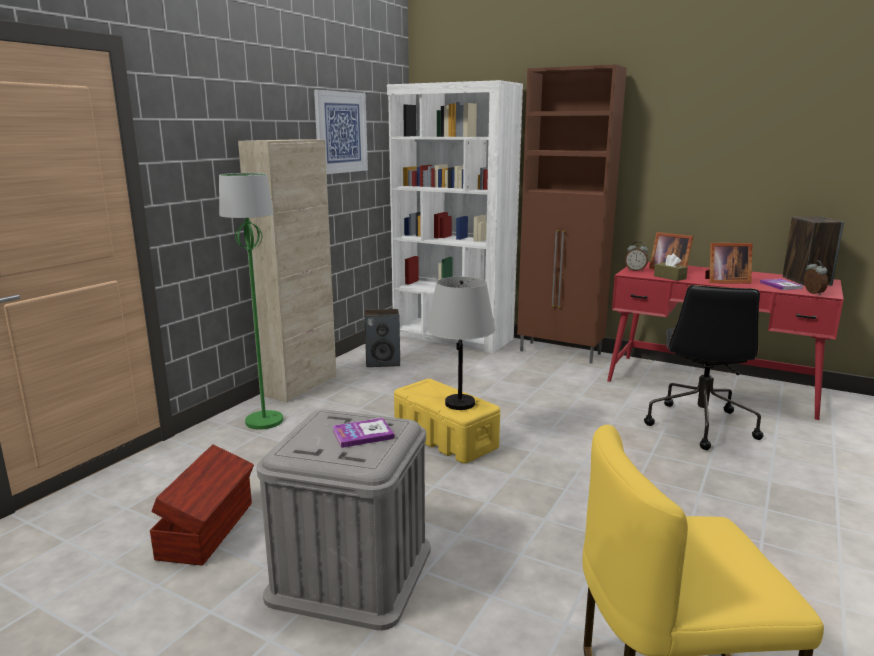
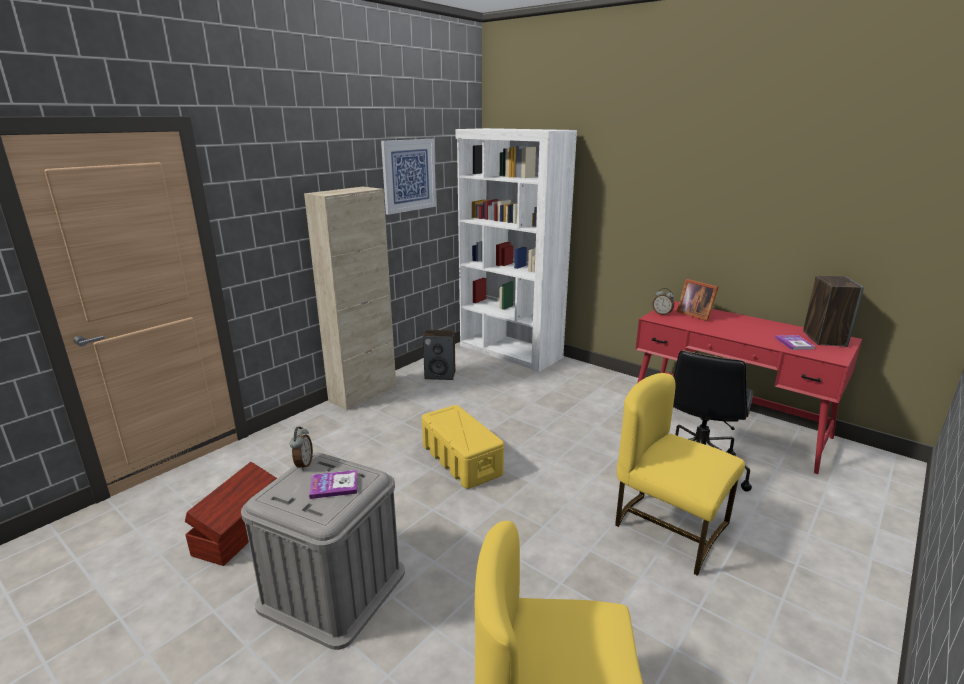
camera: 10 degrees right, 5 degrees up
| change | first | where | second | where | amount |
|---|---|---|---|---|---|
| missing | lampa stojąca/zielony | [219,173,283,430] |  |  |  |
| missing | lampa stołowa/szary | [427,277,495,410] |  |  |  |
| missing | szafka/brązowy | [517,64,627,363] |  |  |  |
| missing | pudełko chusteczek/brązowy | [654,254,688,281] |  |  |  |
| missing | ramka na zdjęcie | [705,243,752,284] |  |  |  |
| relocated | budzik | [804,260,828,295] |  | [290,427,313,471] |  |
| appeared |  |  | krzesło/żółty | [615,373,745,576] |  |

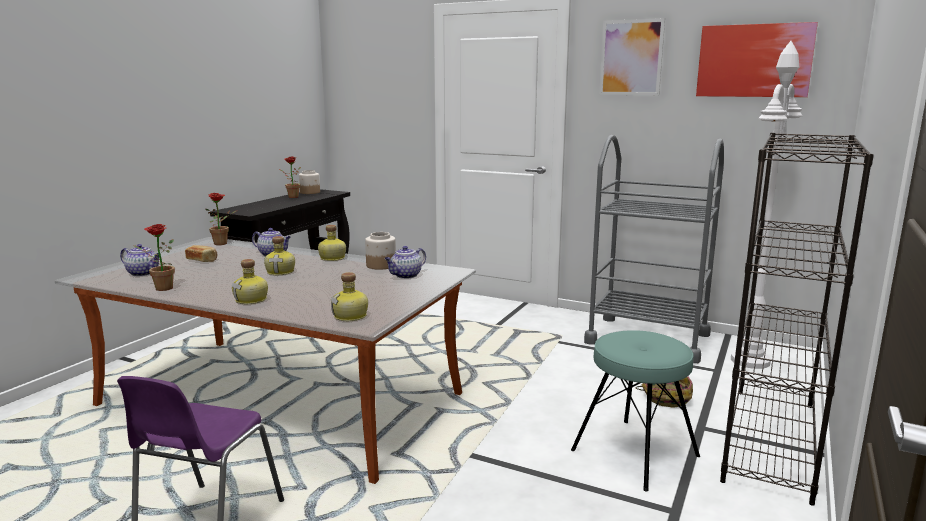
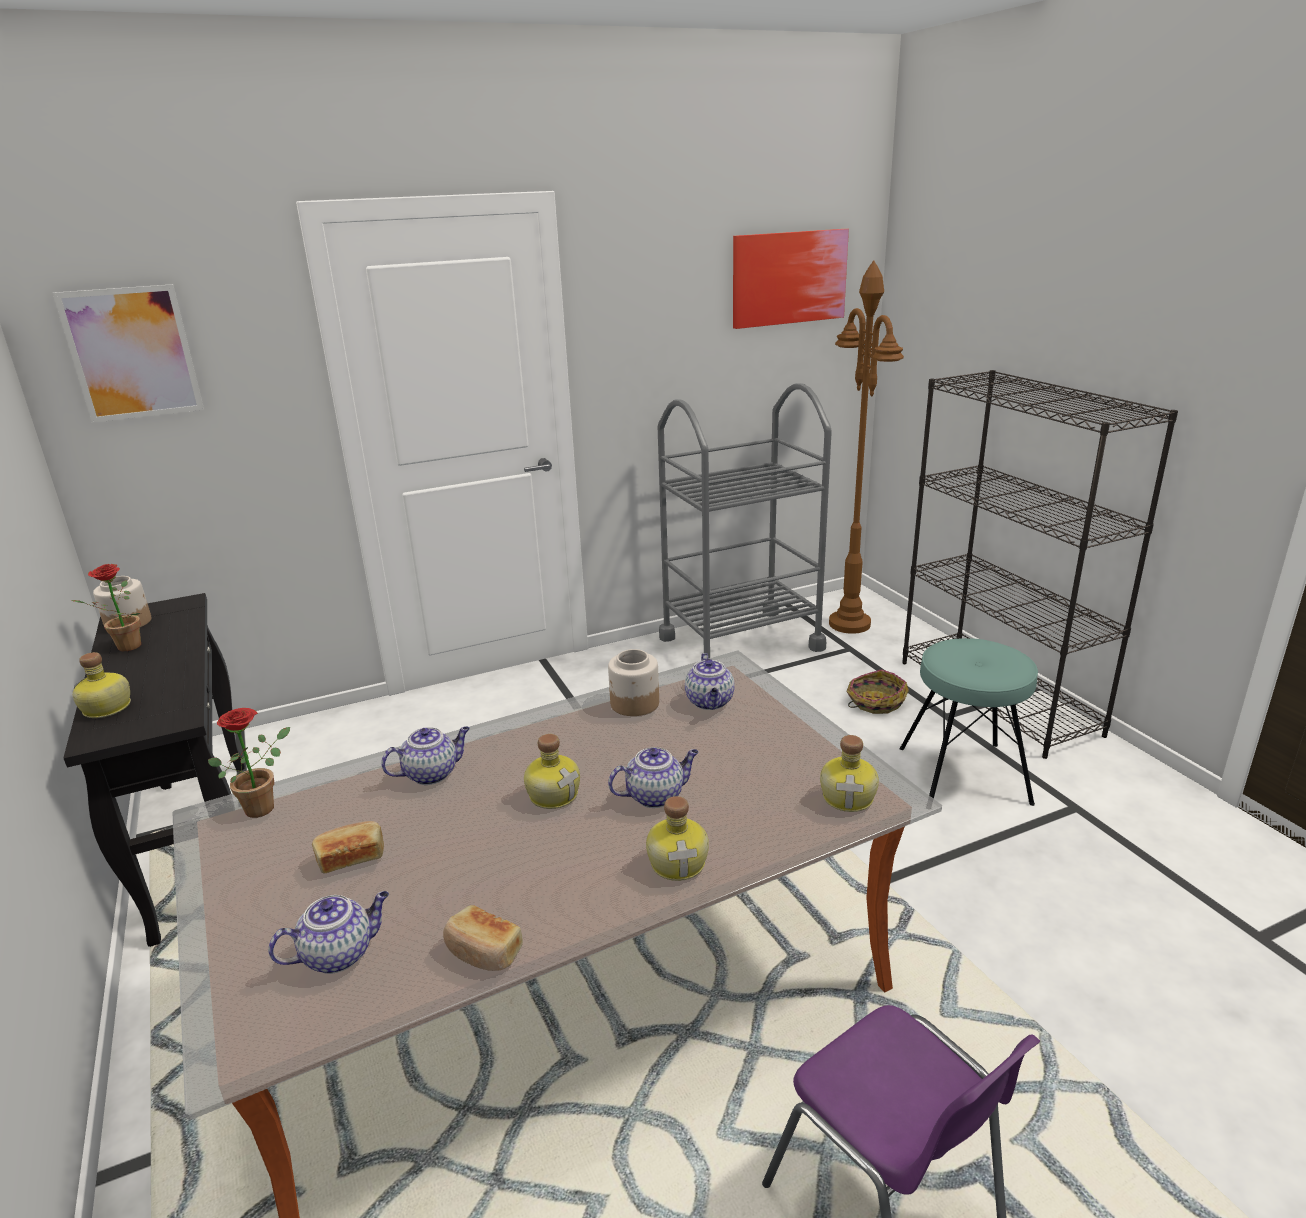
camera: 50 degrees left, 10 degrees up
| change | first | where | second | where | amount |
|---|---|---|---|---|---|
| exchanged | roślina doniczkowa | [133,224,175,291] | chleb | [443,905,523,971] |  |
| relocated | butelka | [318,225,346,261] |  | [73,652,131,718] |  |
| relocated | obraz | [599,18,665,95] |  | [53,284,204,423] |  |
| colour | lampa stojąca/biały | [731,41,803,369] | lampa stojąca/brązowy | [829,260,904,634] |  |
| appeared |  |  | imbryk | [608,747,699,808] |  |

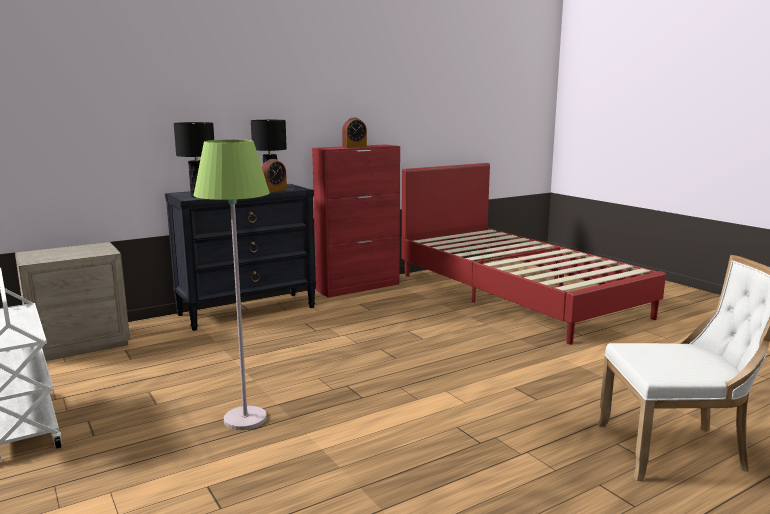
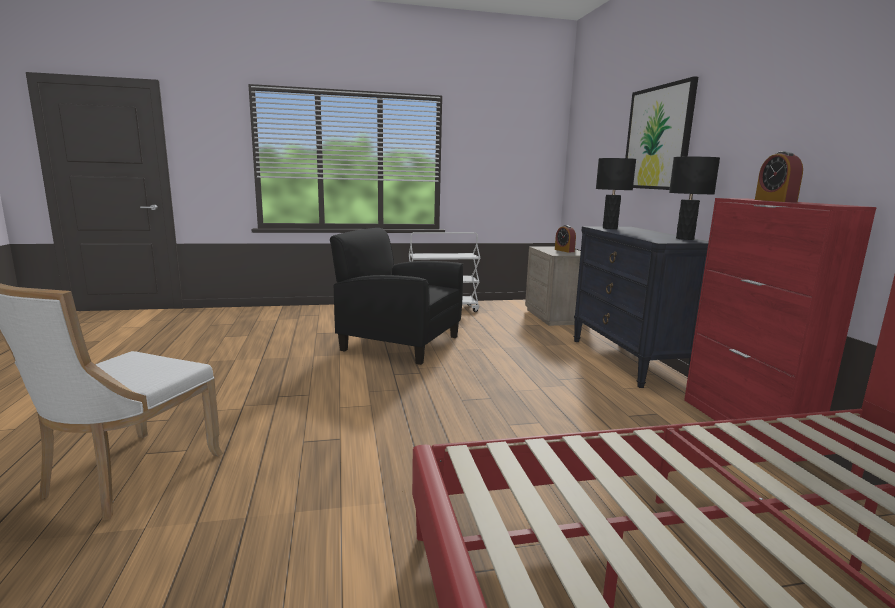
camera: 110 degrees right, 0 degrees up
| change | first | where | second | where | amount |
|---|---|---|---|---|---|
| exchanged | lampa stojąca/zielony | [193,139,270,430] | fotel/czarny | [330,228,463,365] |  |
| relocated | budzik | [262,159,287,192] |  | [555,225,576,253] |  |
| appeared |  |  | obraz | [625,76,698,190] |  |

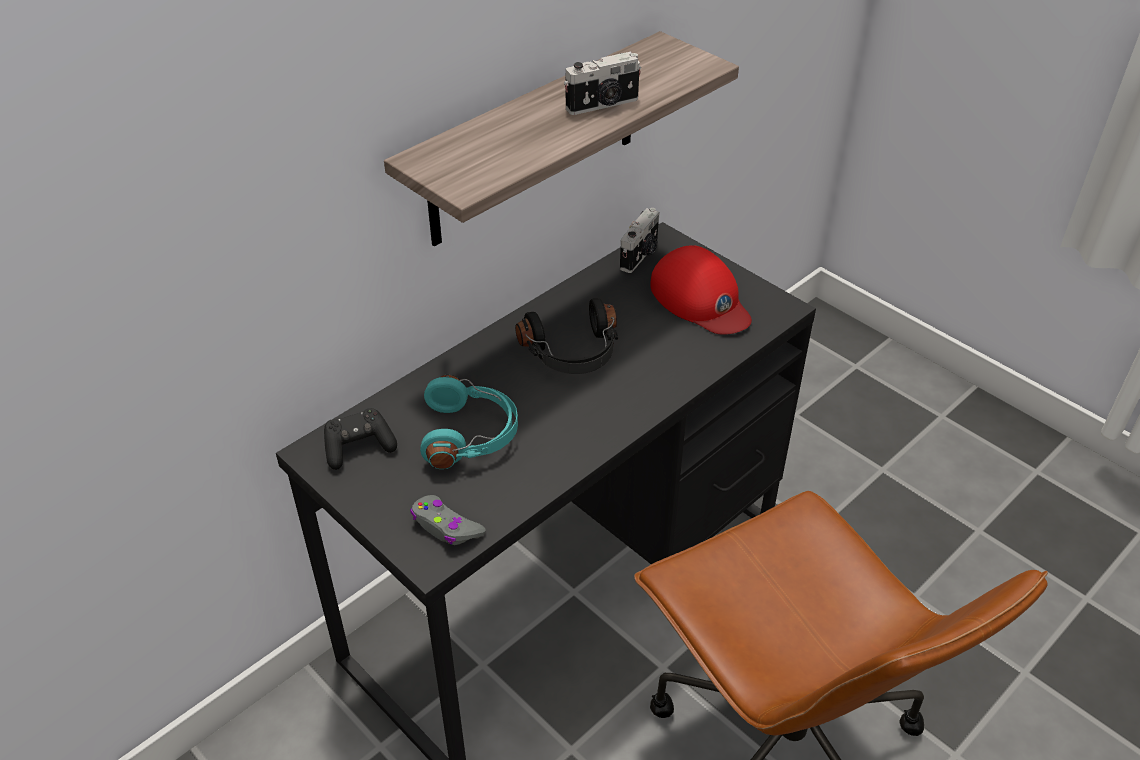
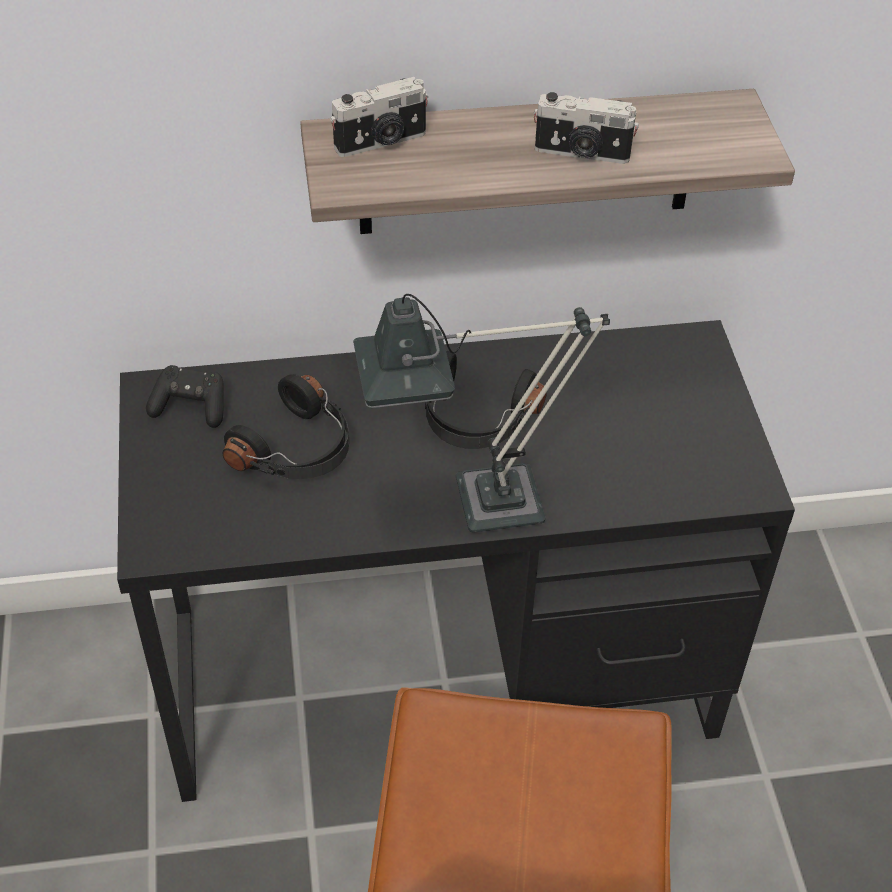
camera: 35 degrees right, 5 degrees up
| change | first | where | second | where | amount |
|---|---|---|---|---|---|
| missing | pad do gier/szary | [410,495,486,545] |  |  |  |
| colour | słuchawki/turkusowy | [420,375,518,469] | słuchawki/czarny | [223,374,349,479] |  |
| relocated | aparat fotograficzny | [620,208,660,273] |  | [330,77,428,157] |  |
| missing | czapka z daszkiem/czerwony | [650,245,752,335] |  |  |  |
| appeared |  |  | lampa stołowa | [353,294,610,533] |  |

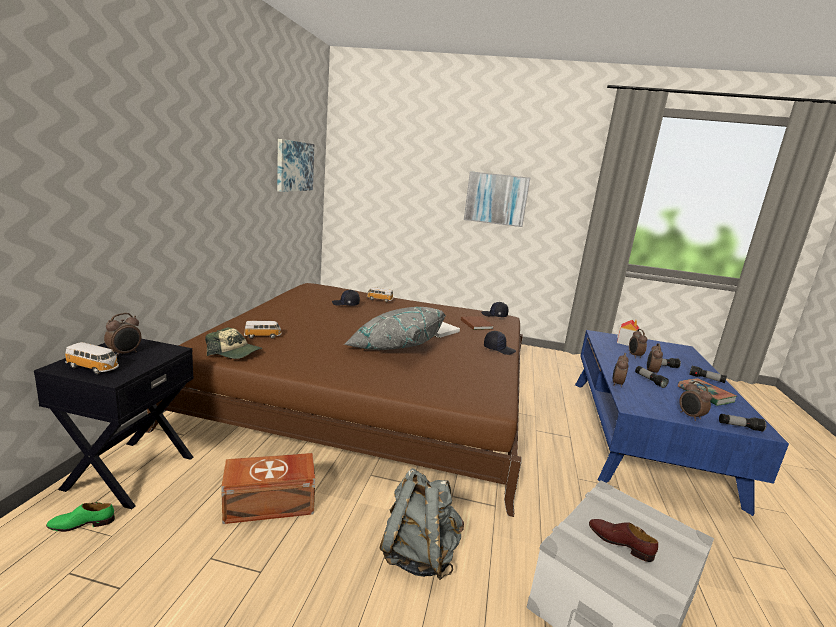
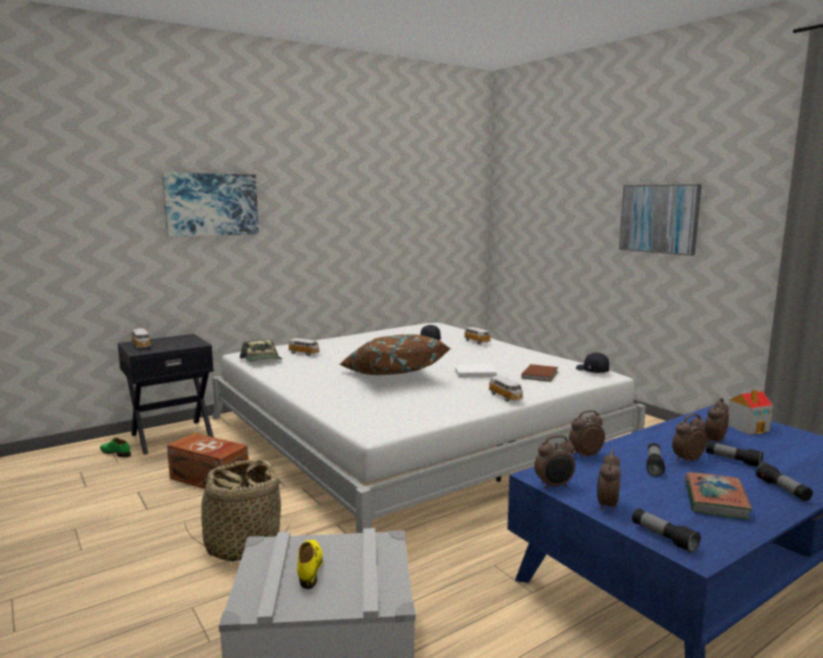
camera: 45 degrees right, 5 degrees down
| change | first | where | second | where | amount |
|---|---|---|---|---|---|
| relocated | budzik | [104,313,141,357] |  | [534,435,575,489] |  |
| colour | łóżko/brązowy | [146,283,523,517] | łóżko/biały | [212,323,646,533] |  |
| relocated | obraz | [277,139,314,192] |  | [162,173,259,237] |  |
| colour | poduszka/szary | [344,307,446,350] | poduszka/brązowy | [339,334,451,375] |  |
| exchanged | plecak/szary | [380,468,464,580] | koszyk | [184,460,290,562] |  |
| exchanged | czapka z daszkiem/czarny | [484,331,516,355] | samochodzik | [489,376,523,402] |  |
| colour | but/brązowy | [589,519,658,562] | but/żółty | [297,540,323,589] |  |

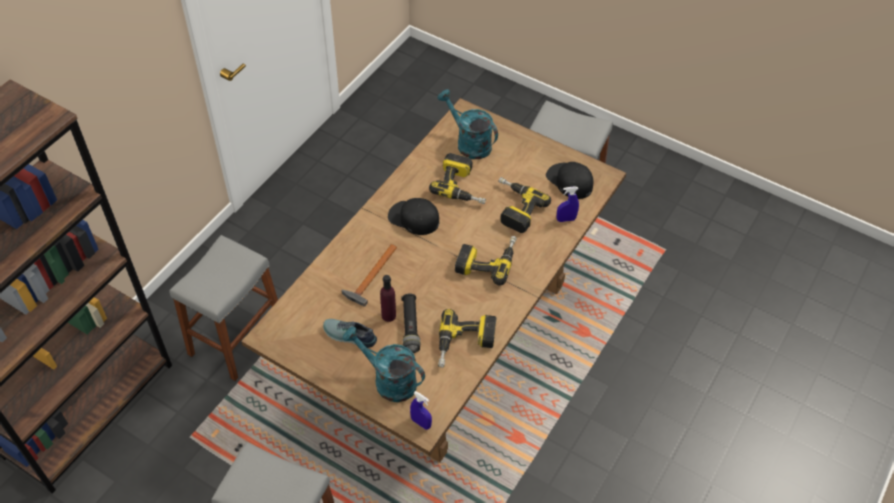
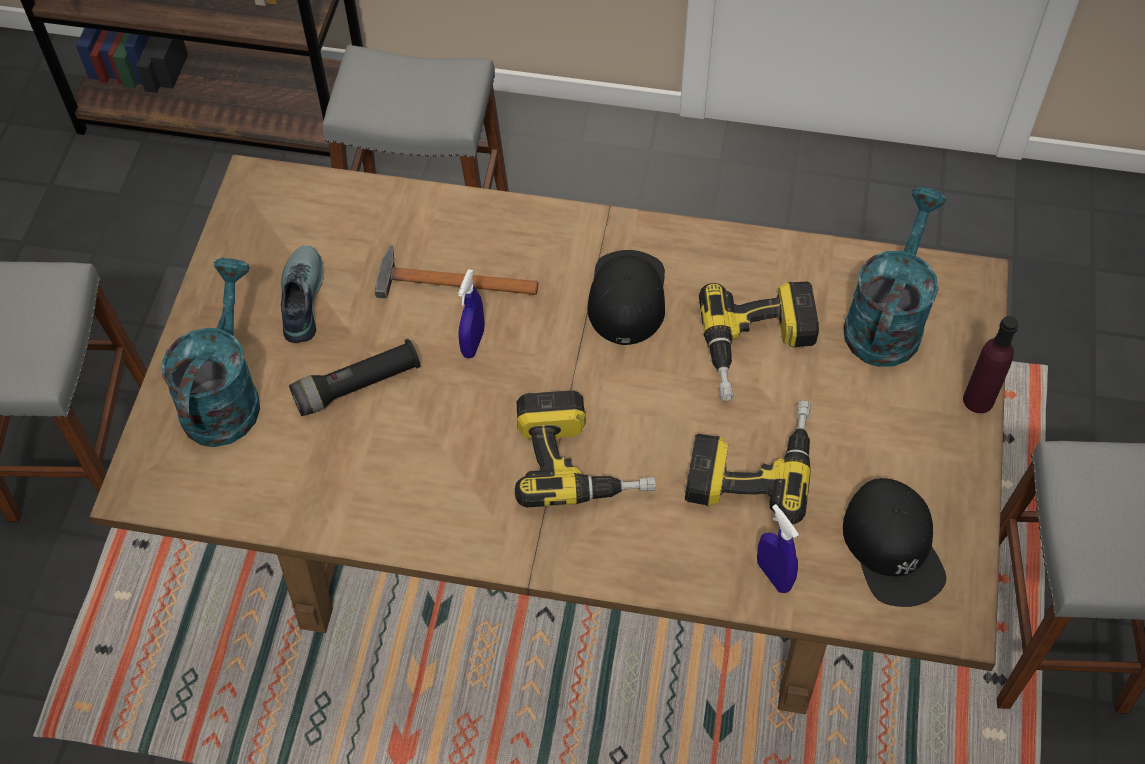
camera: 70 degrees right, 5 degrees up
| change | first | where | second | where | amount |
|---|---|---|---|---|---|
| relocated | butelka/fioletowy | [380,275,396,322] |  | [963,316,1018,413] |  |
| relocated | spryskiwacz/niebieski | [410,391,432,430] |  | [458,269,484,358] |  |
| missing | wiertarka | [438,309,497,368] |  |  |  |
| spun | czapka z daszkiem/czarny | [546,162,594,199] |  | [843,478,946,607] | 135 degrees clockwise |

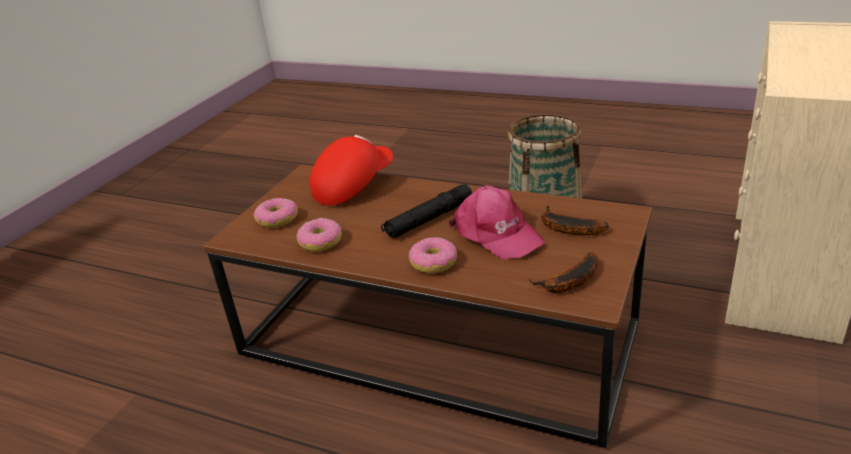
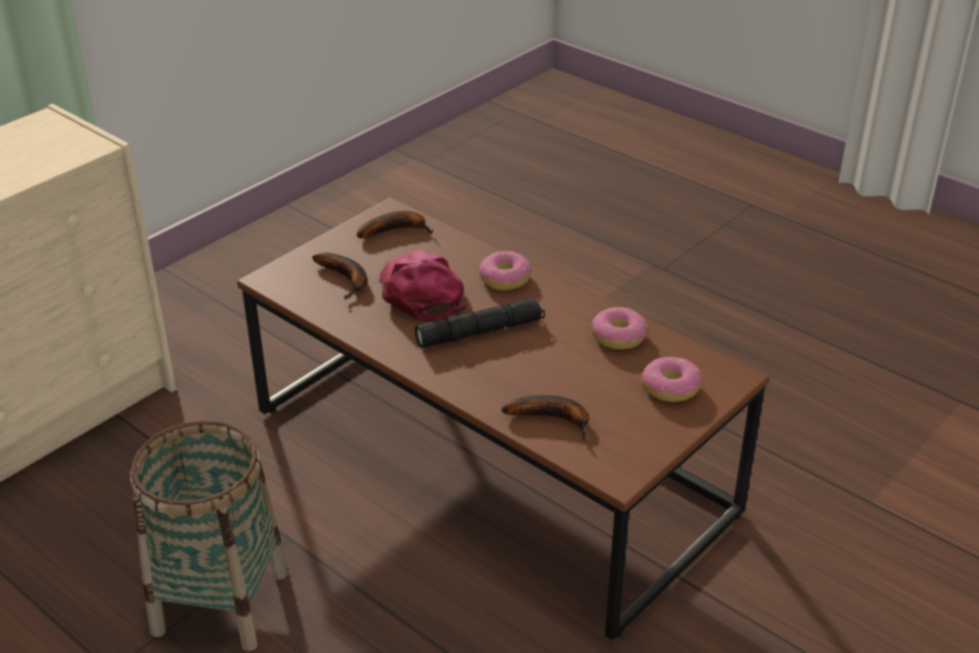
camera: 165 degrees left, 5 degrees up
| change | first | where | second | where | amount |
|---|---|---|---|---|---|
| exchanged | czapka z daszkiem/czerwony | [310,135,393,206] | banan | [502,395,589,440] |  |

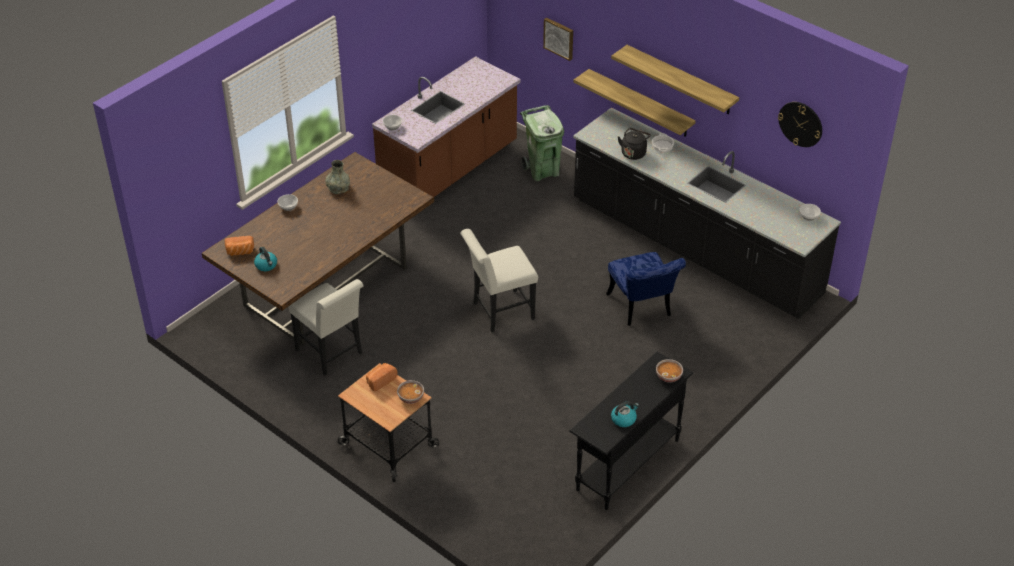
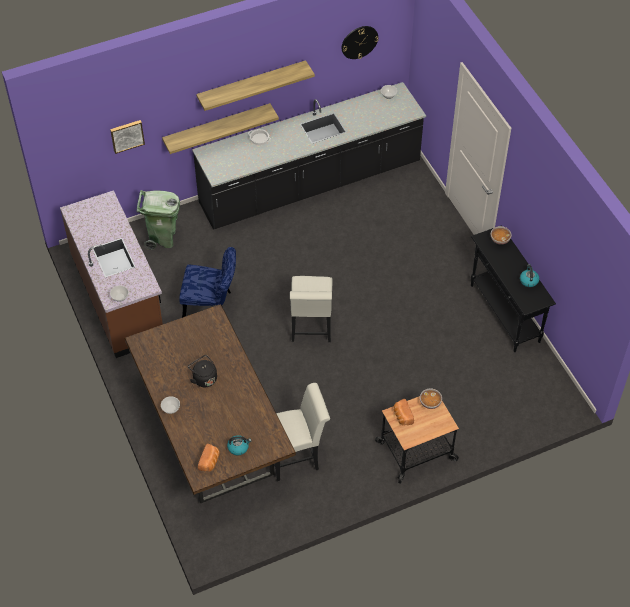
camera: 65 degrees left, 10 degrees up
| change | first | where | second | where | amount |
|---|---|---|---|---|---|
| missing | wazon/szary | [325,160,350,194] |  |  |  |
| relocated | krzesło/niebieski | [606,252,686,326] |  | [179,247,236,318] |  |
| relocated | czajnik/czarny | [618,128,651,160] |  | [188,355,217,387] |  |

